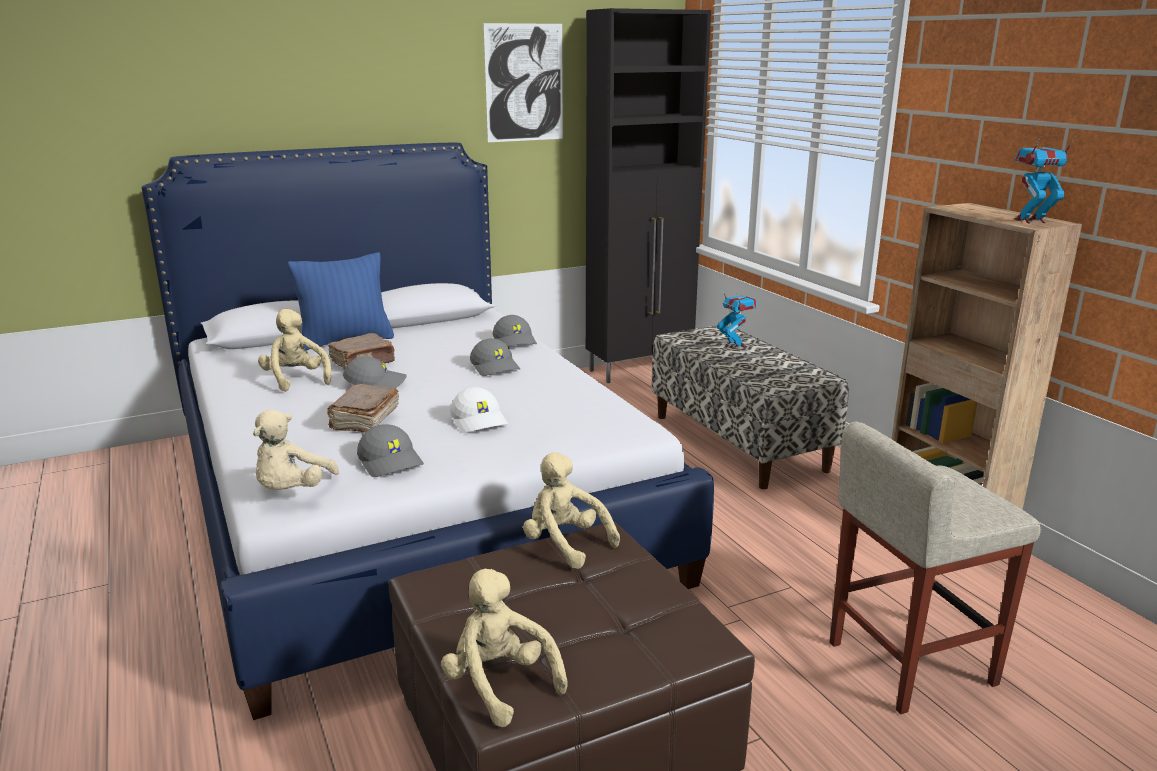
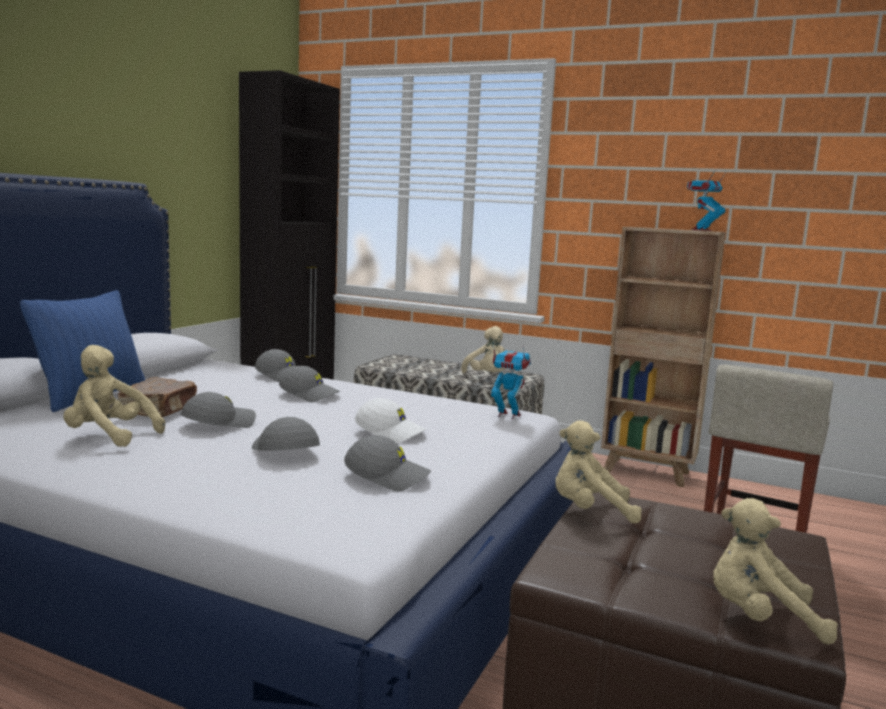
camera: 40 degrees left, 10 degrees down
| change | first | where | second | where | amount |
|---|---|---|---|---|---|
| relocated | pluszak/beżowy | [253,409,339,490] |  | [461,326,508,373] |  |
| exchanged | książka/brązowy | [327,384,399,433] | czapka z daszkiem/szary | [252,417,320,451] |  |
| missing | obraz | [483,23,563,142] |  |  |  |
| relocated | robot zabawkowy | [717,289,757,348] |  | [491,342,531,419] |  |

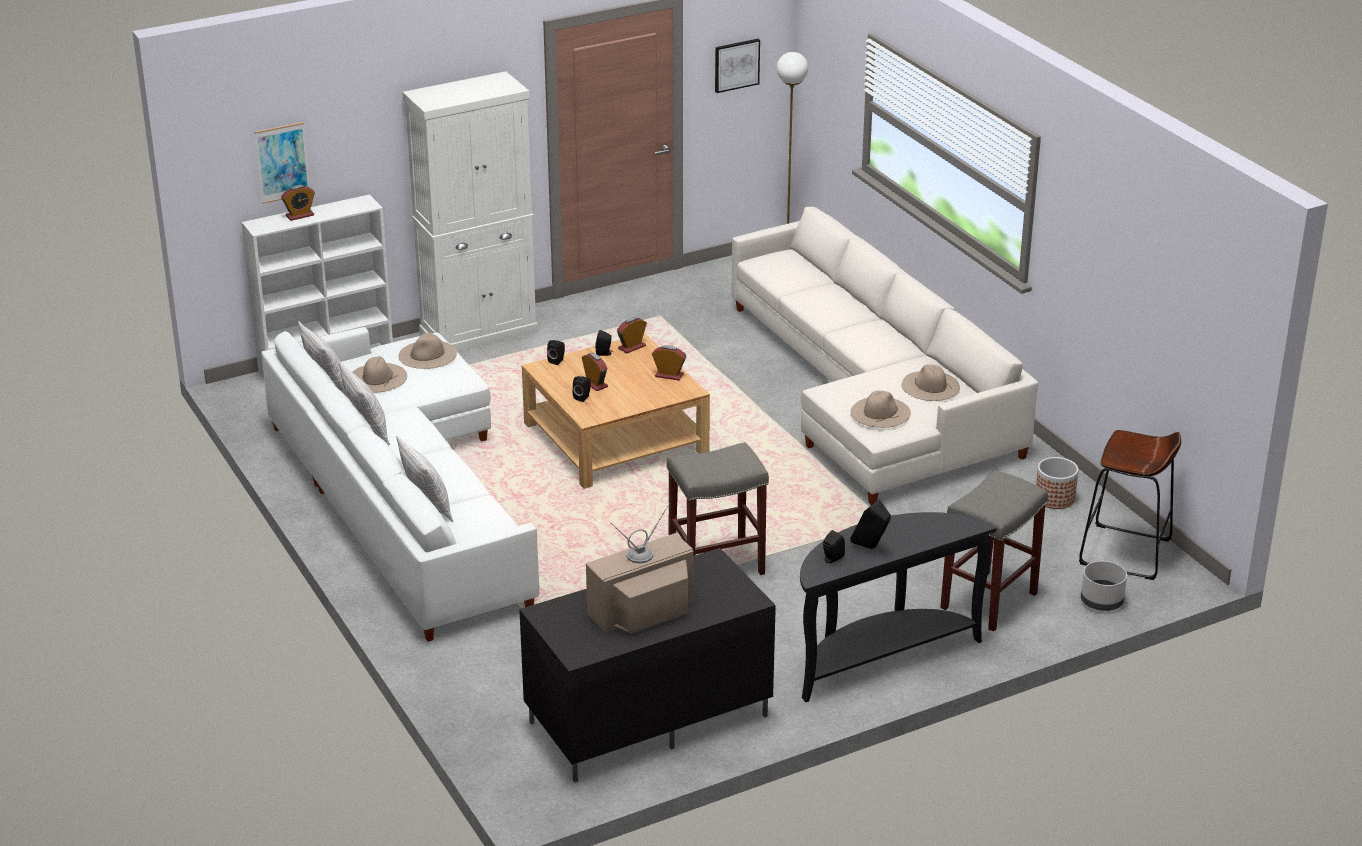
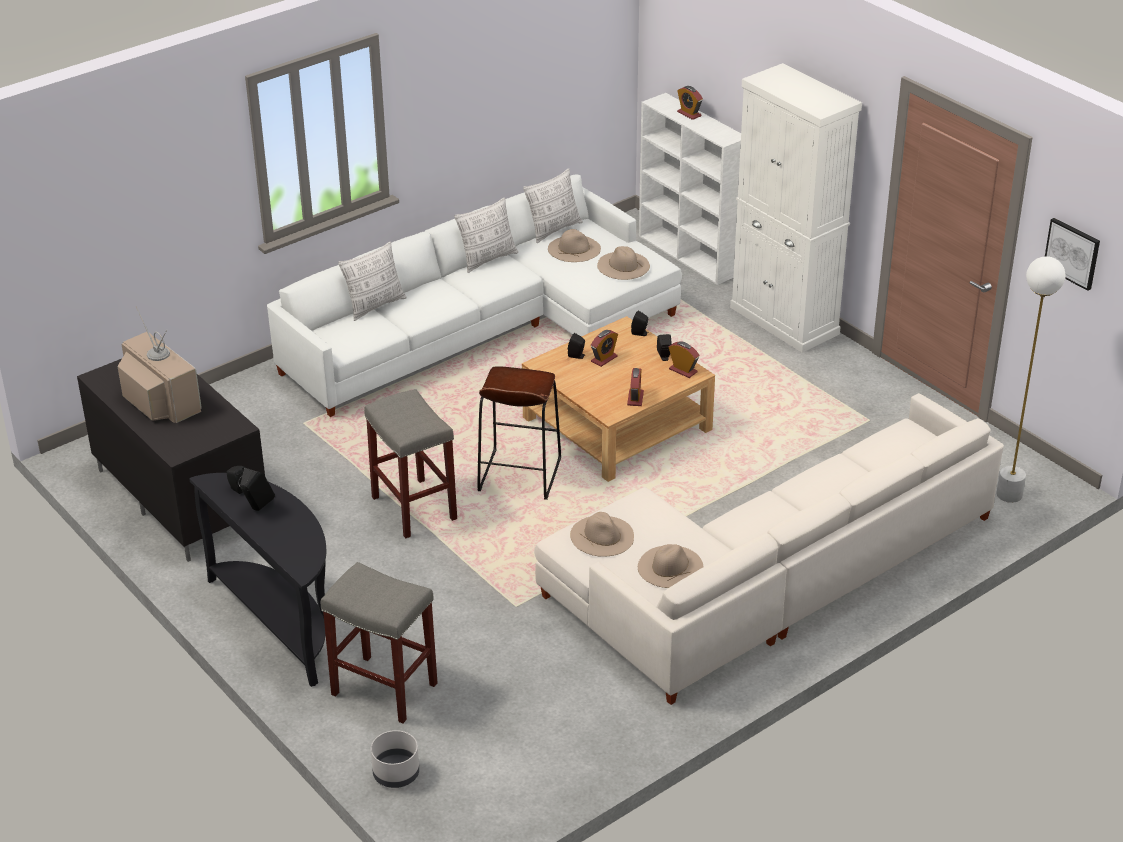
camera: 80 degrees right, 5 degrees up
| change | first | where | second | where | amount |
|---|---|---|---|---|---|
| missing | obraz | [255,122,310,204] |  |  |  |
| missing | donica | [1036,457,1078,509] |  |  |  |
| relocated | stołek/brązowy | [1079,430,1181,580] |  | [477,367,561,500] |  |

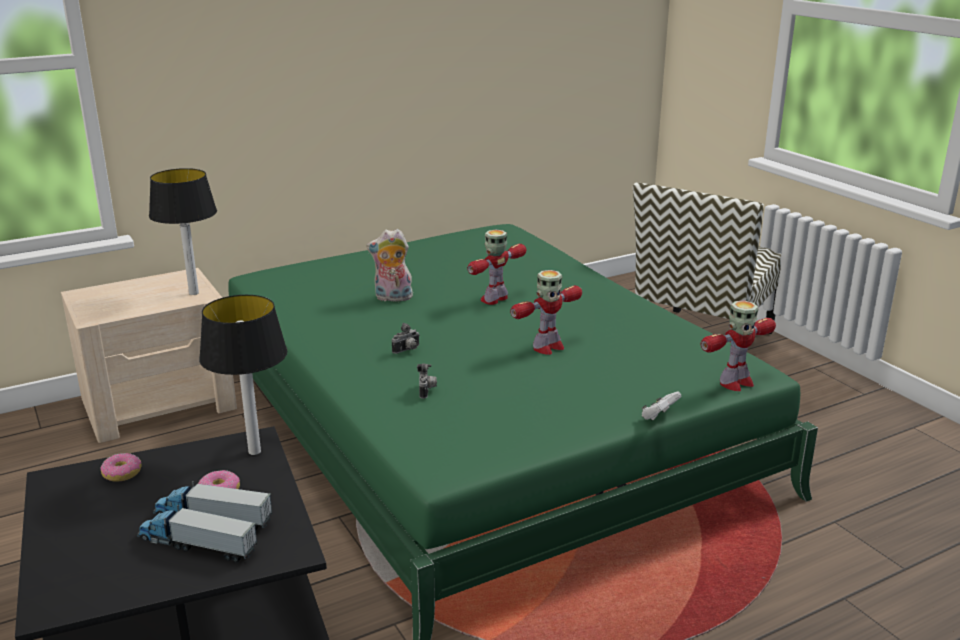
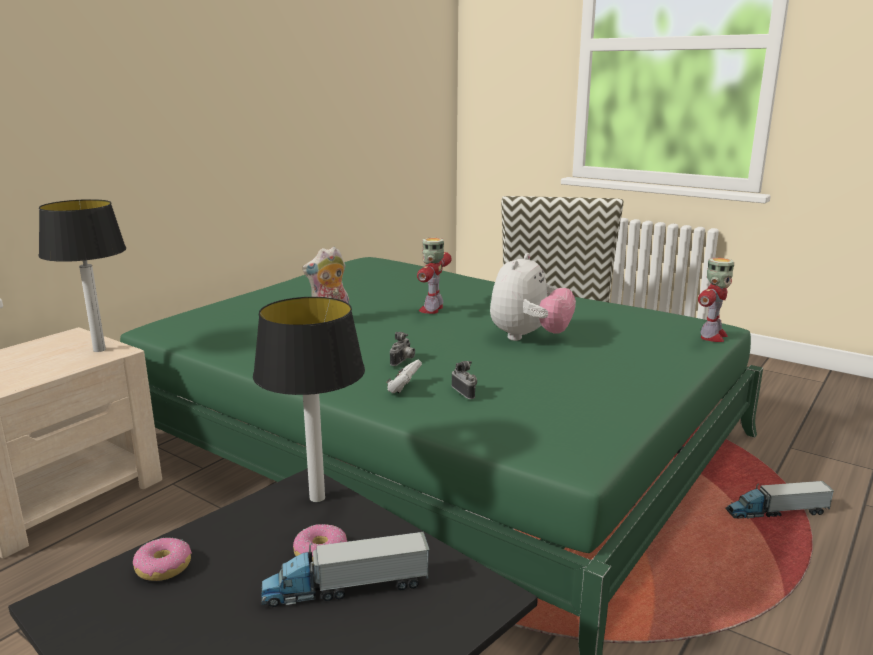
camera: 25 degrees left, 5 degrees down
| change | first | where | second | where | amount |
|---|---|---|---|---|---|
| relocated | ciężarówka zabawkowa | [137,505,258,563] |  | [726,481,834,519] |  |
| exchanged | robot zabawkowy | [510,270,582,355] | pluszak | [490,253,576,341] |  |
| relocated | pad do gier/biały | [642,392,681,420] |  | [386,360,422,393] |  |

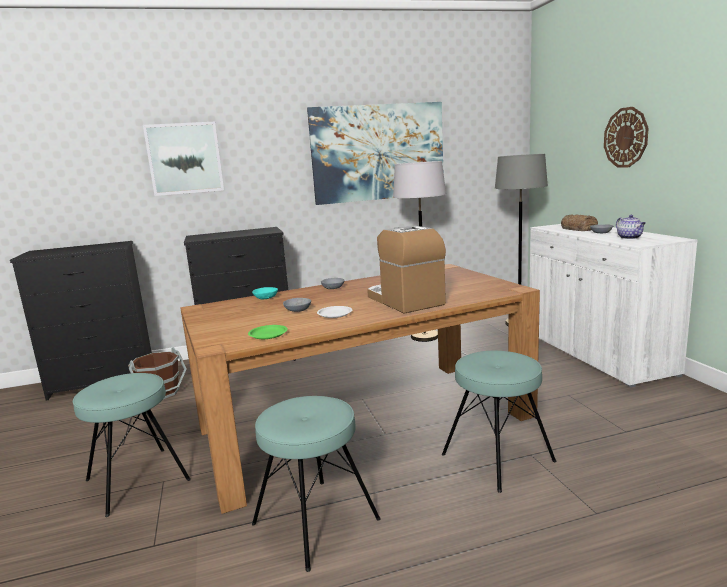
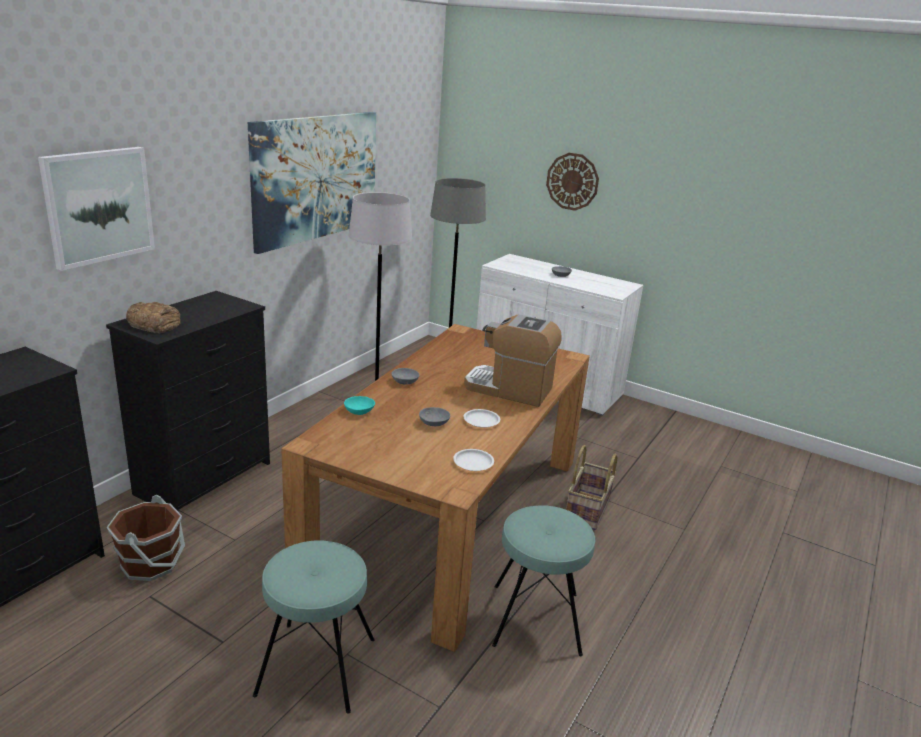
camera: 45 degrees left, 10 degrees up
| change | first | where | second | where | amount |
|---|---|---|---|---|---|
| colour | talerz/zielony | [248,325,288,339] | talerz/biały | [453,449,494,471] |  |
| exchanged | stołek/turkusowy | [442,351,556,493] | koszyk | [566,445,617,530] |  |
| relocated | chleb | [561,214,598,231] |  | [126,302,181,334] |  |
| missing | imbryk | [616,215,646,239] |  |  |  |

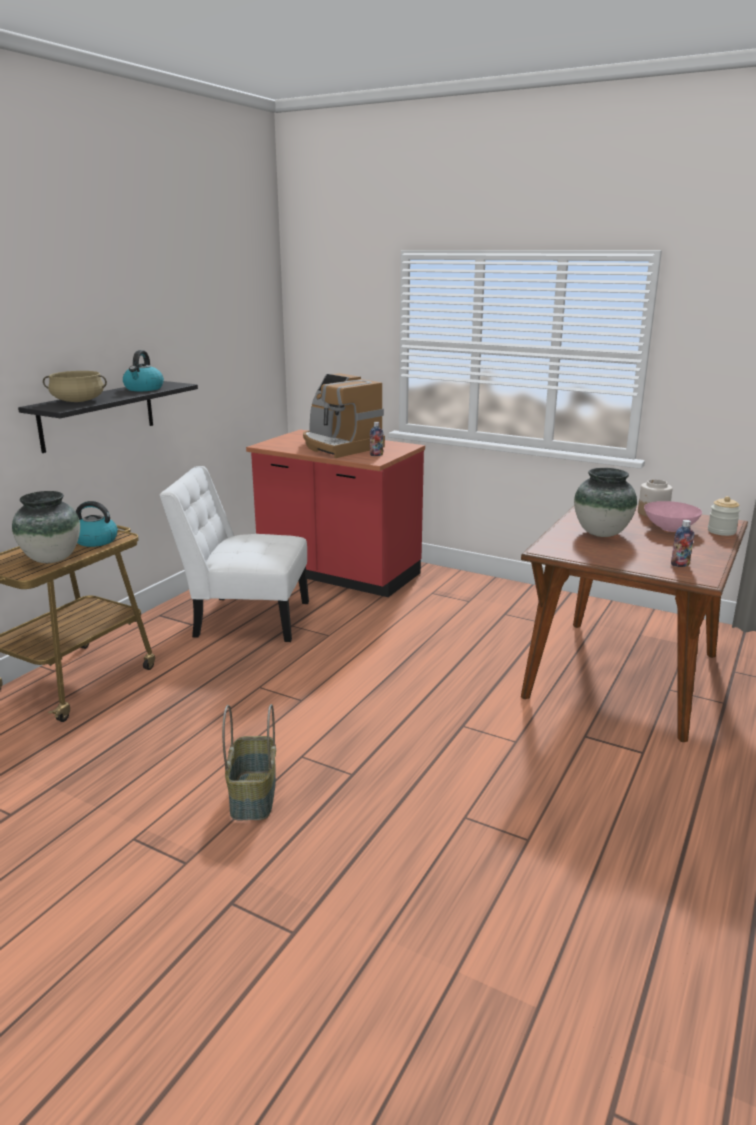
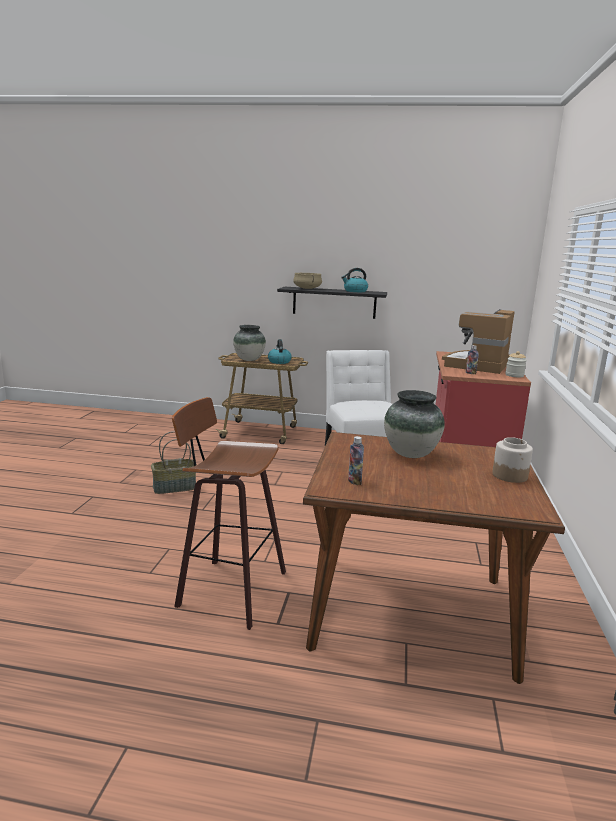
camera: 70 degrees right, 5 degrees down
| change | first | where | second | where | amount |
|---|---|---|---|---|---|
| missing | miska/różowy | [644,501,702,532] |  |  |  |
| relocated | słoik | [708,496,740,536] |  | [505,351,527,377] |  |
| appeared |  |  | stołek | [172,397,286,630] |  |

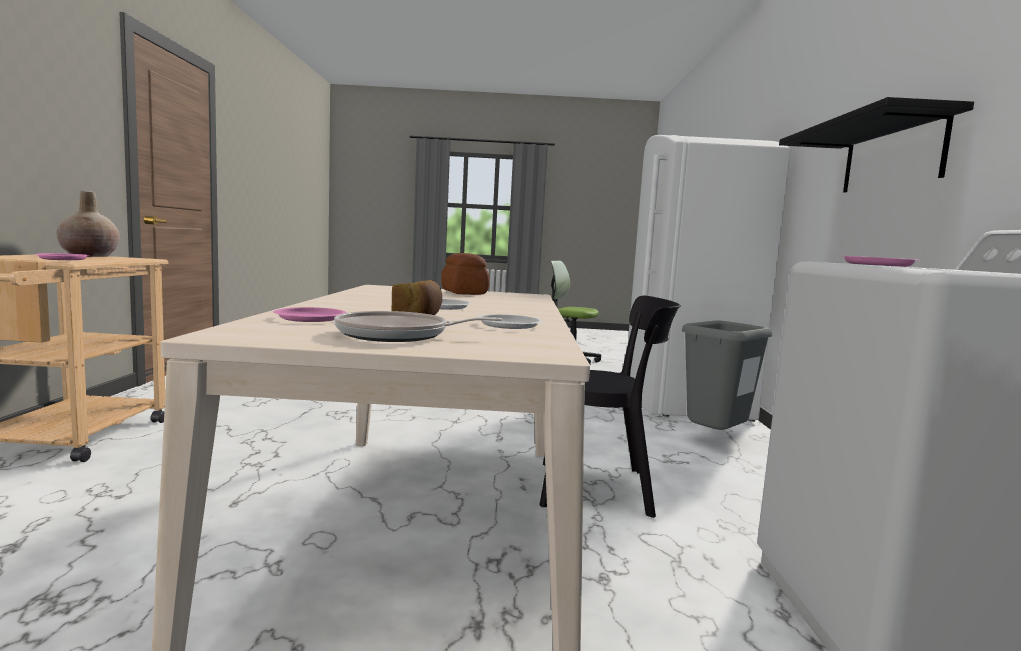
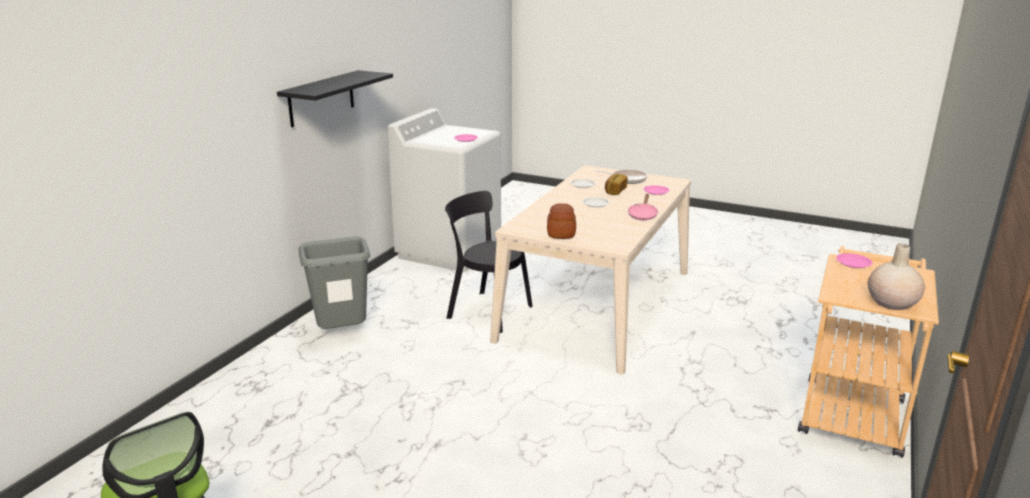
camera: 155 degrees left, 15 degrees up
| change | first | where | second | where | amount |
|---|---|---|---|---|---|
| missing | lodówka/biały | [628,135,791,422] |  |  |  |
| appeared |  |  | patelnia/różowy | [628,194,658,220] |  |

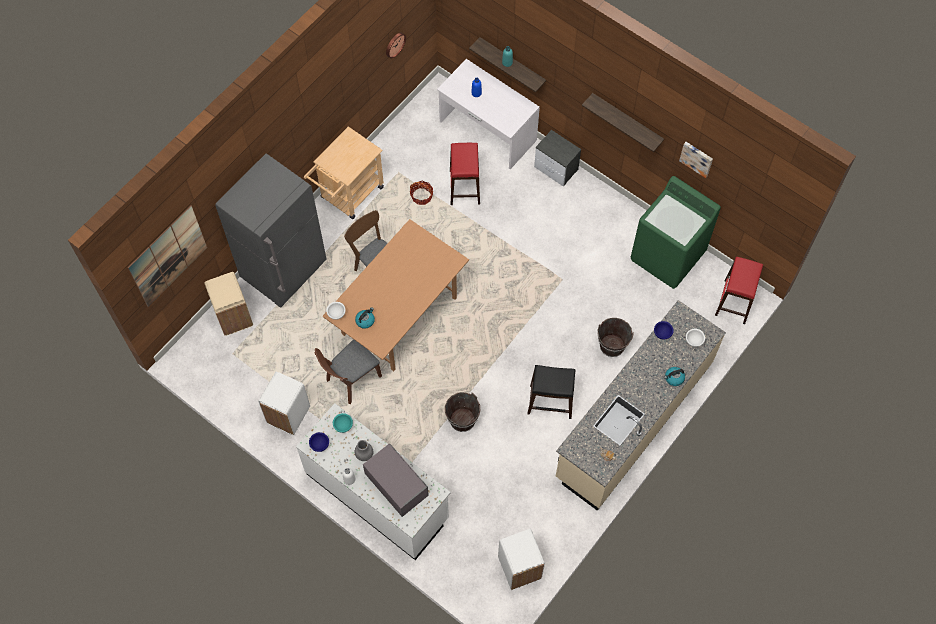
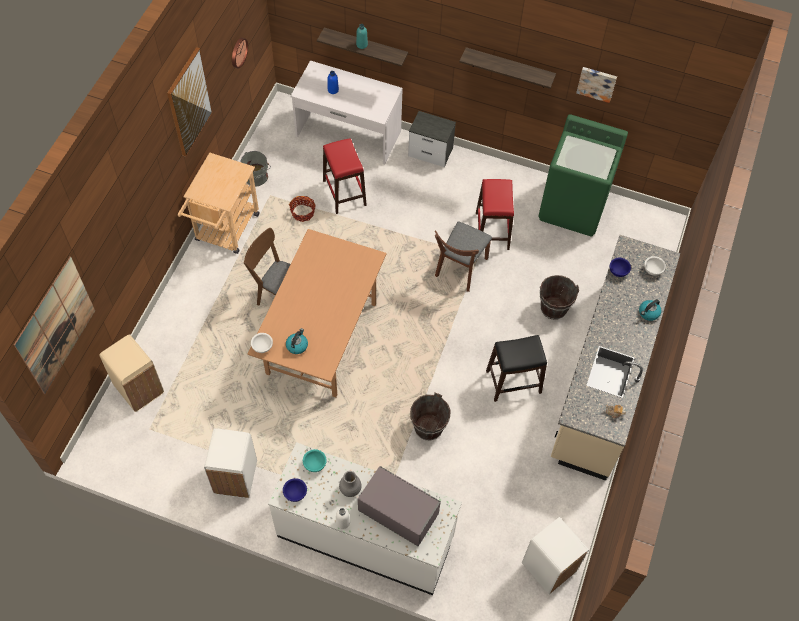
camera: 20 degrees left, 5 degrees down
| change | first | where | second | where | amount |
|---|---|---|---|---|---|
| missing | lodówka/szary | [215,153,327,308] |  |  |  |
| relocated | krzesło/brązowy | [314,339,382,404] |  | [435,222,492,292] |  |
| relocated | stołek/czerwony | [715,257,763,324] |  | [476,179,514,250] |  |
| appeared |  |  | obraz | [167,47,213,157] |  |
| appeared |  |  | wiadro/szary | [240,151,271,187] |  |

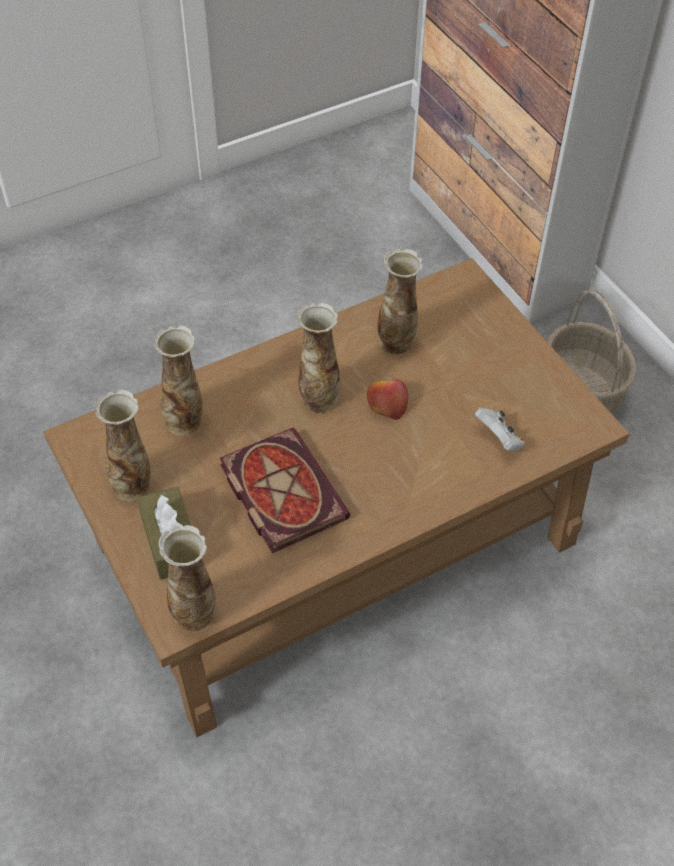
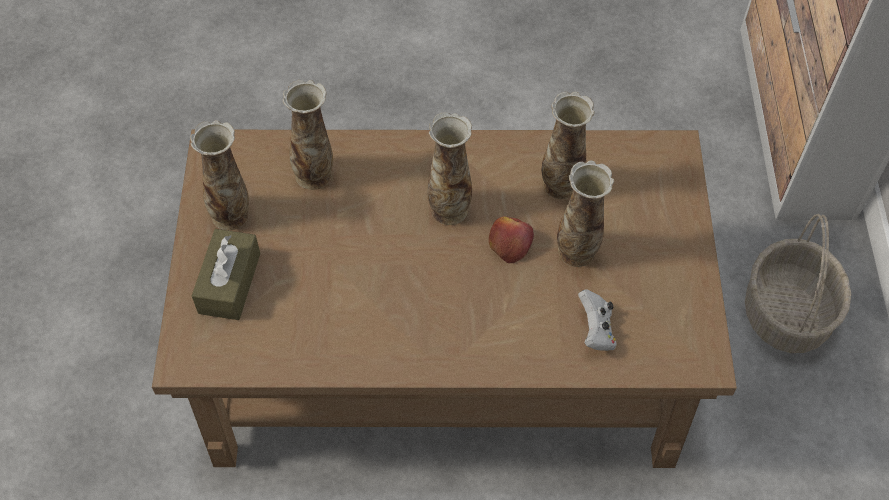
camera: 30 degrees right, 5 degrees up
| change | first | where | second | where | amount |
|---|---|---|---|---|---|
| relocated | wazon | [159,525,215,632] |  | [557,160,614,267] |  |
| missing | książka | [220,428,350,553] |  |  |  |

